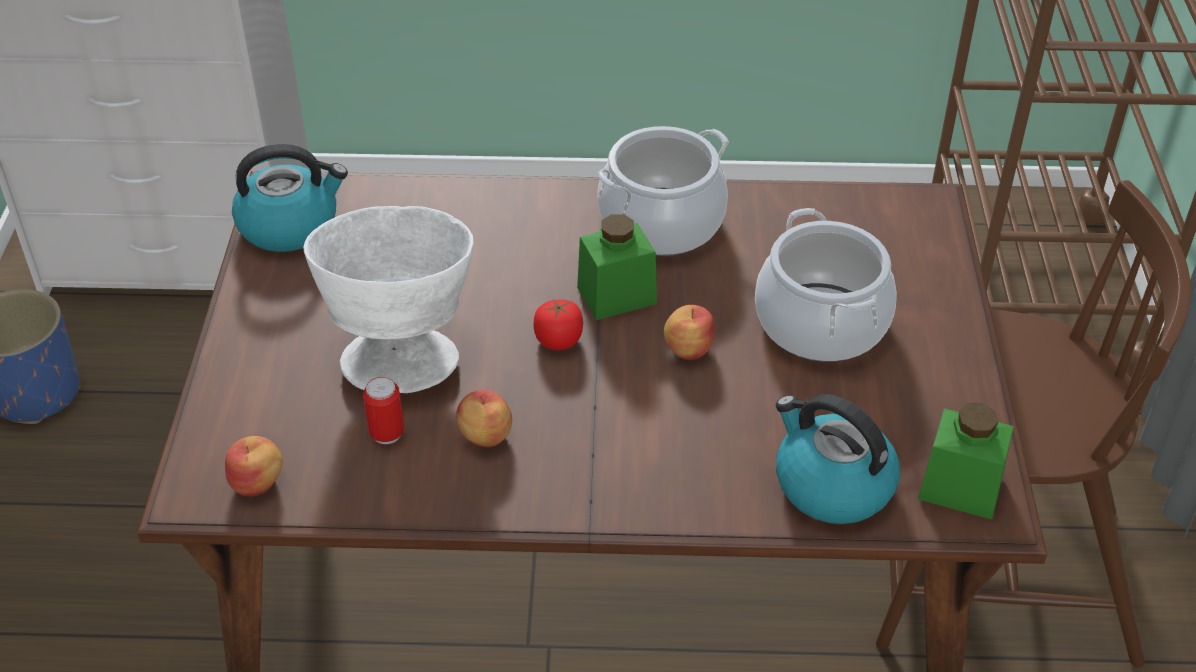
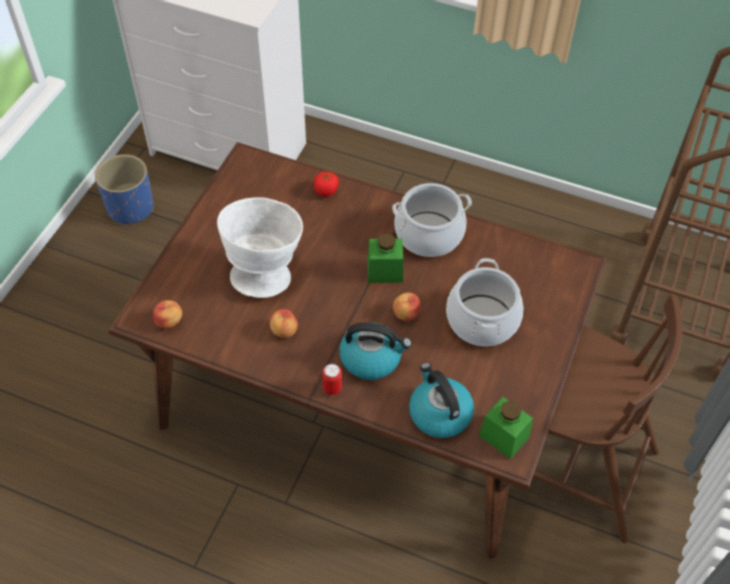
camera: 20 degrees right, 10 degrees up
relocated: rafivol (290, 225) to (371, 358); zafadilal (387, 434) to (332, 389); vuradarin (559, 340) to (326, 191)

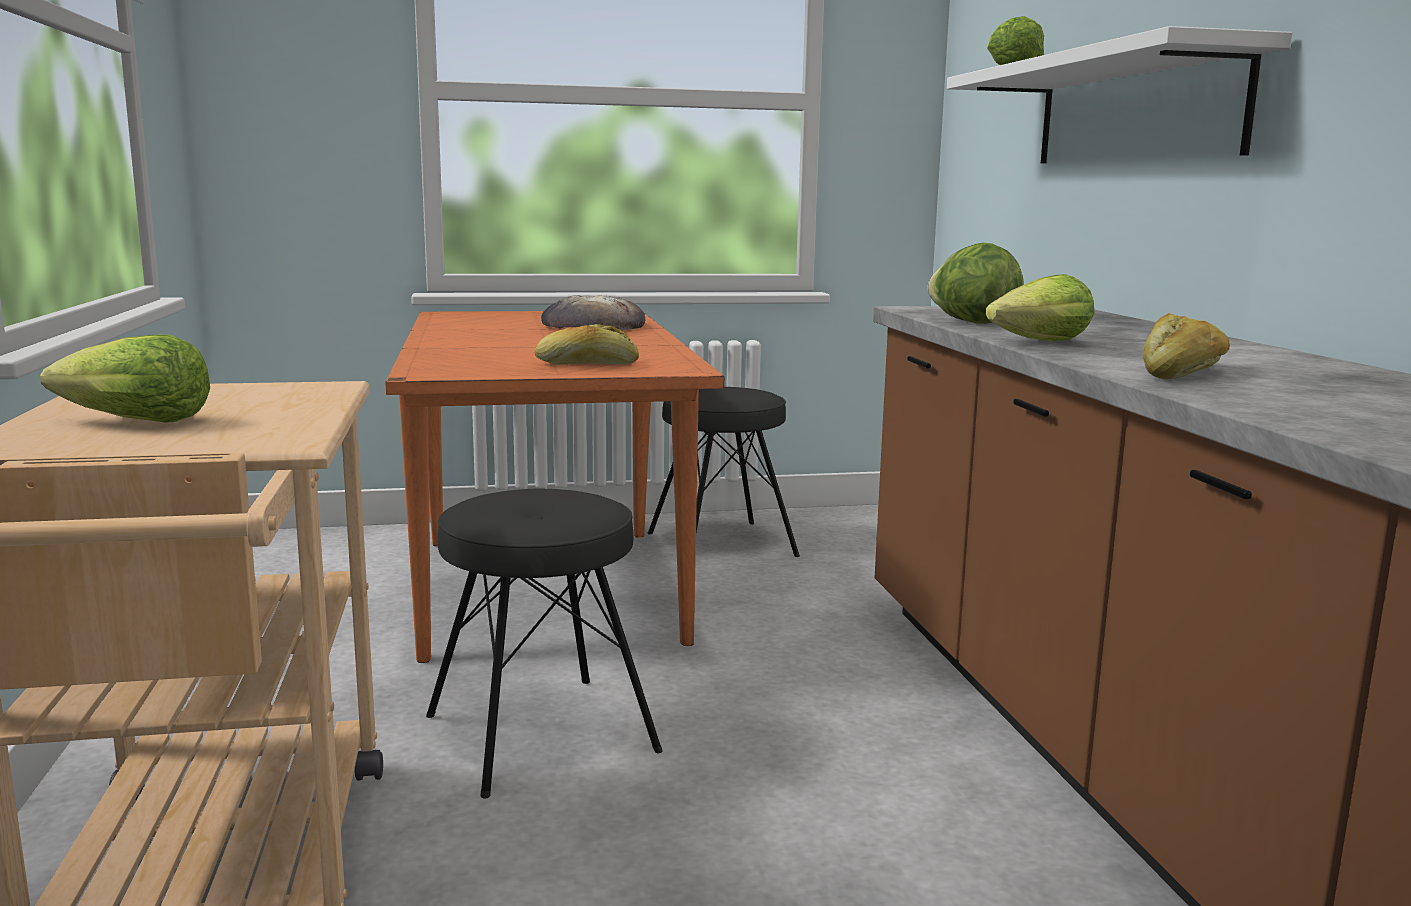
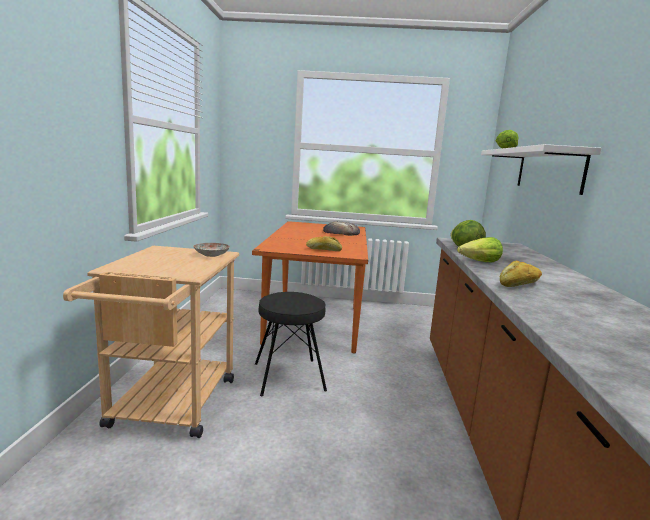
camera: 15 degrees right, 0 degrees up
missing: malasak (134, 422); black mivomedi (721, 545)
appeared: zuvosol (212, 255)

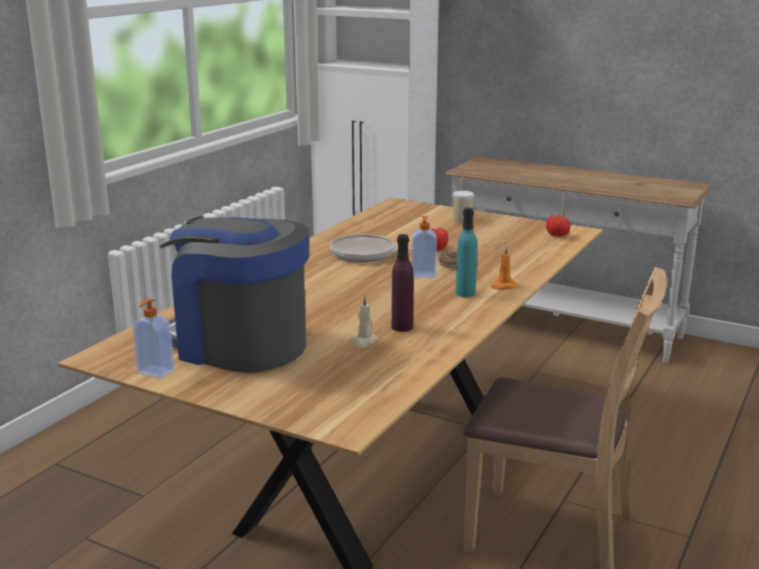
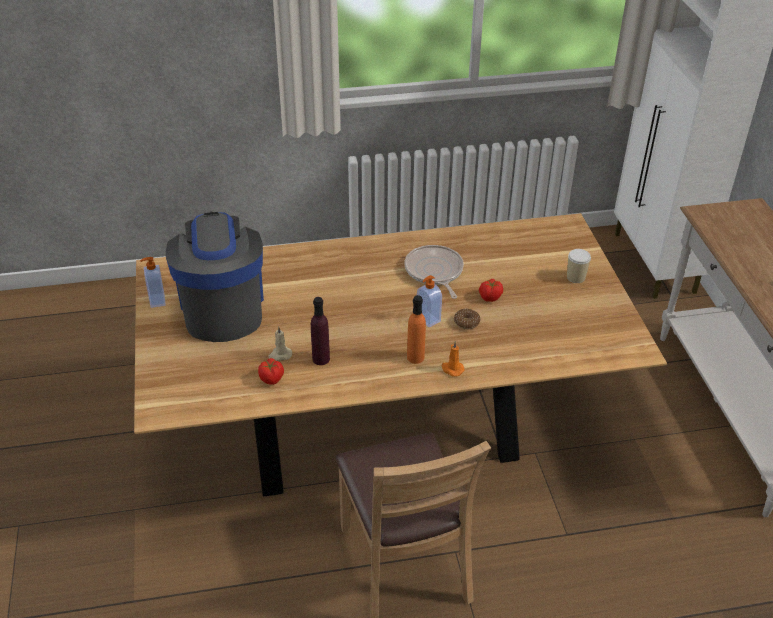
camera: 50 degrees right, 20 degrees up
relocated: vuradarin (557, 235) to (272, 379)
colour: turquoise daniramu (465, 293) to orange daniramu (415, 357)

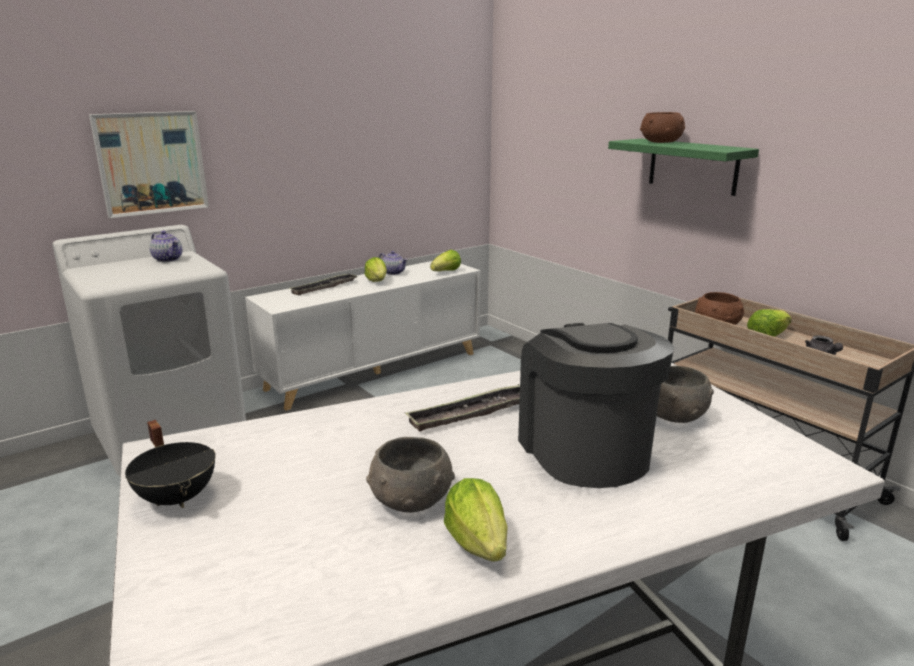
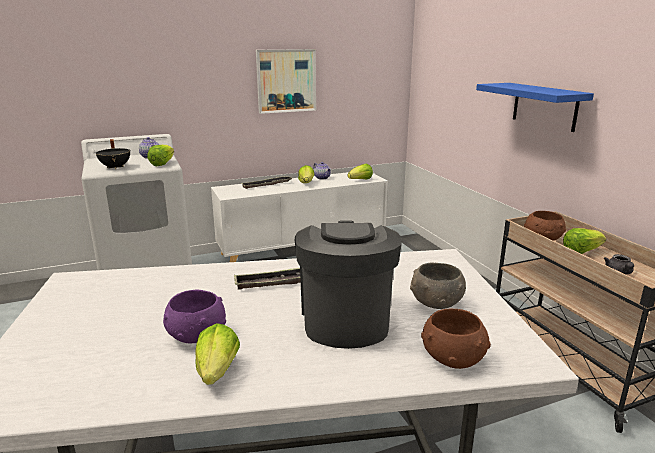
camera: 15 degrees right, 0 degrees up
appeared: malasak (162, 164)
relocated: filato (151, 163) to (286, 81); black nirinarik (178, 497) to (116, 167); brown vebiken (661, 142) to (453, 357)
colour: grey vebiken (410, 500) to purple vebiken (196, 335); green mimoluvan (693, 166) to blue mimoluvan (544, 106)

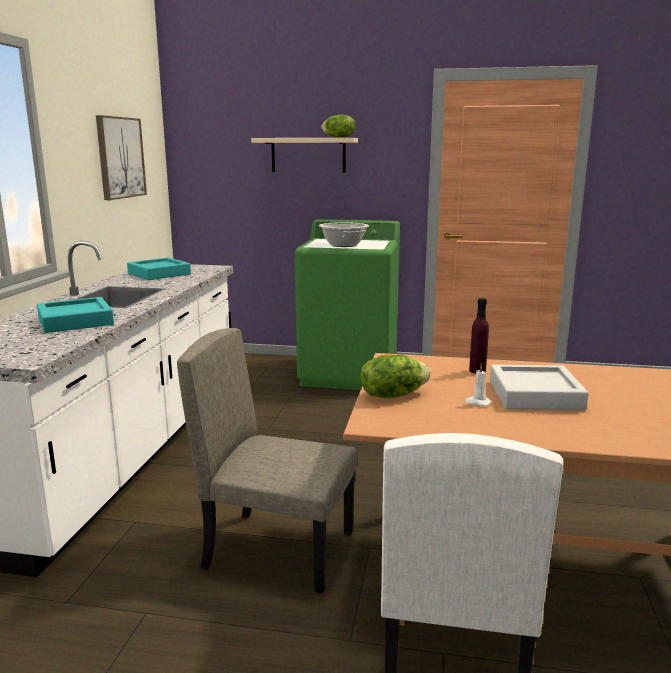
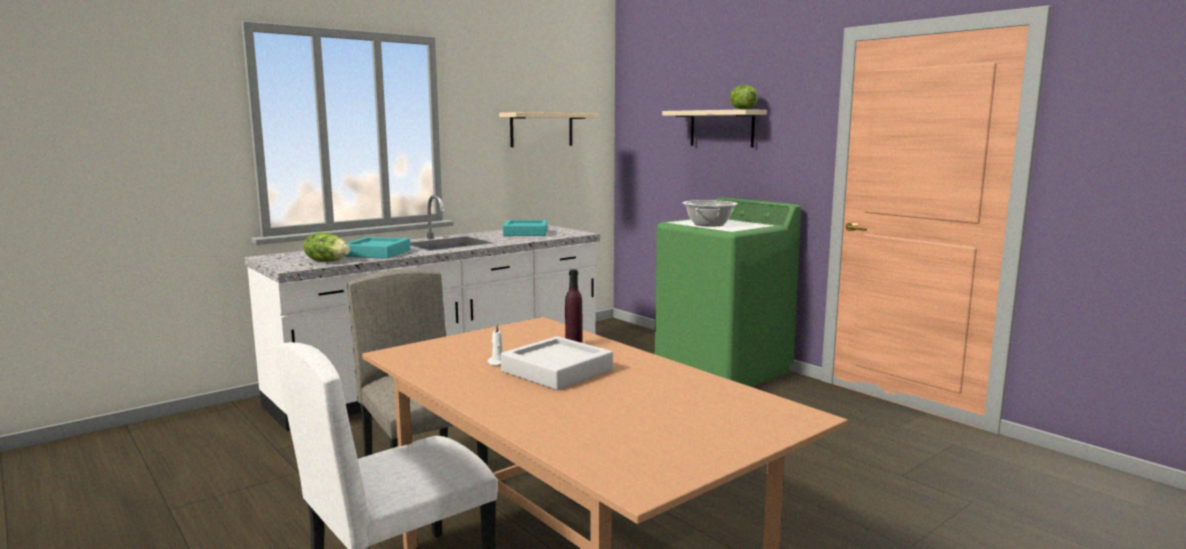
camera: 40 degrees right, 5 degrees down
relocated: malasak (392, 395) to (327, 261)
exchanged: filato (120, 157) to beige mimoluvan (541, 129)

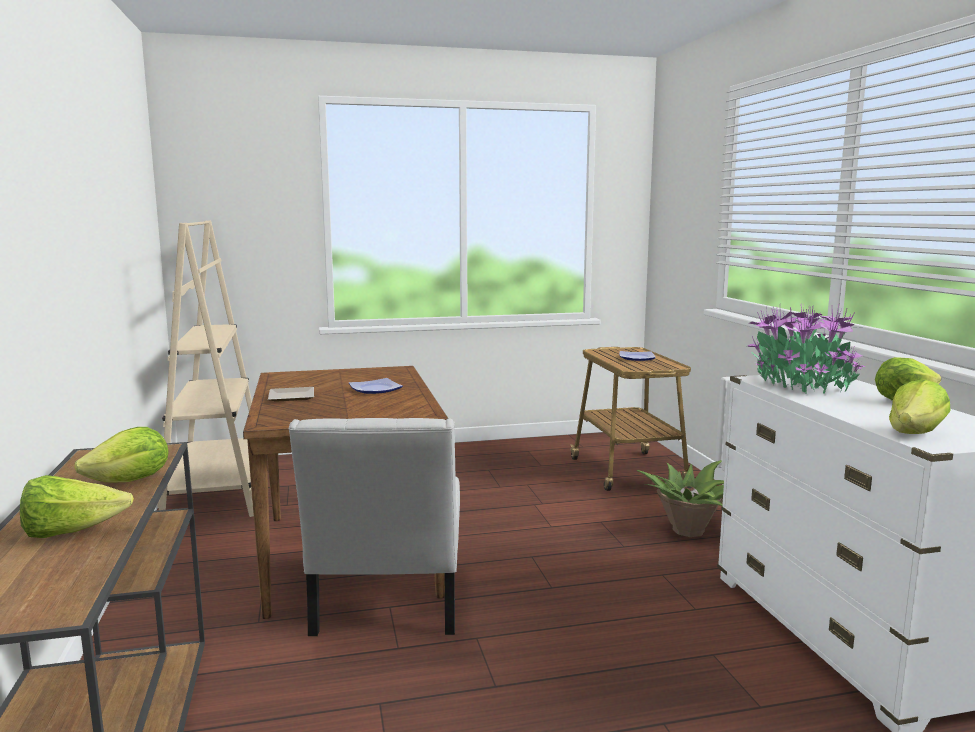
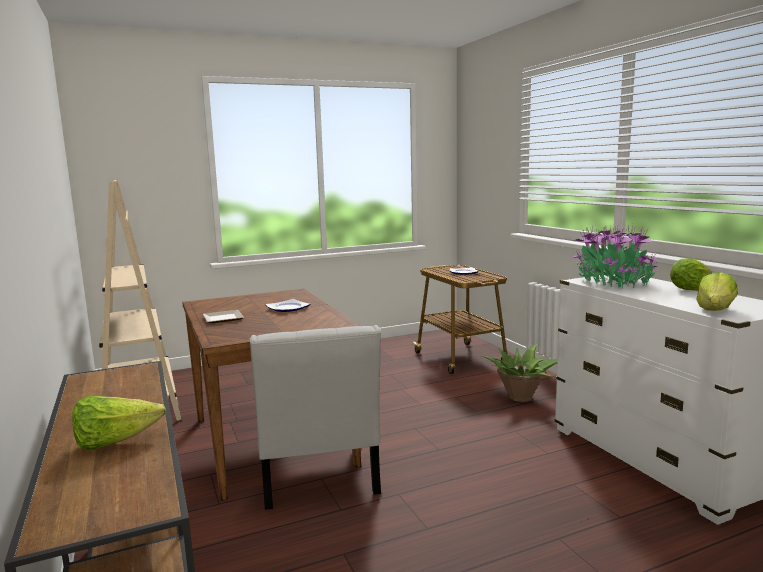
camera: 10 degrees left, 0 degrees up
missing: malasak (131, 481)

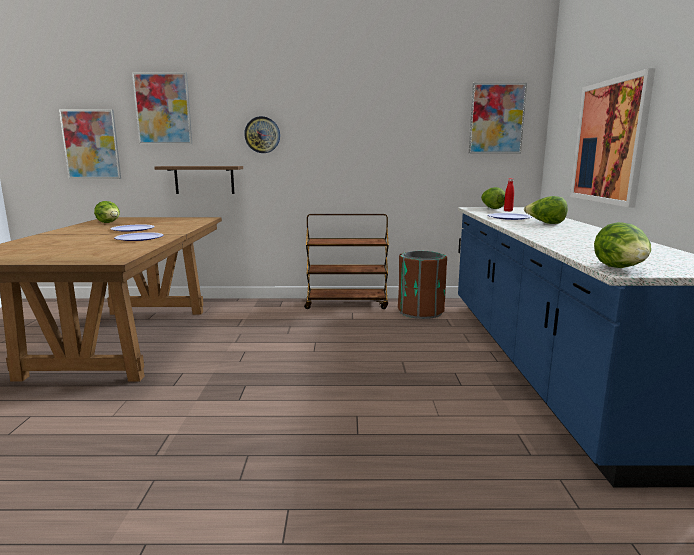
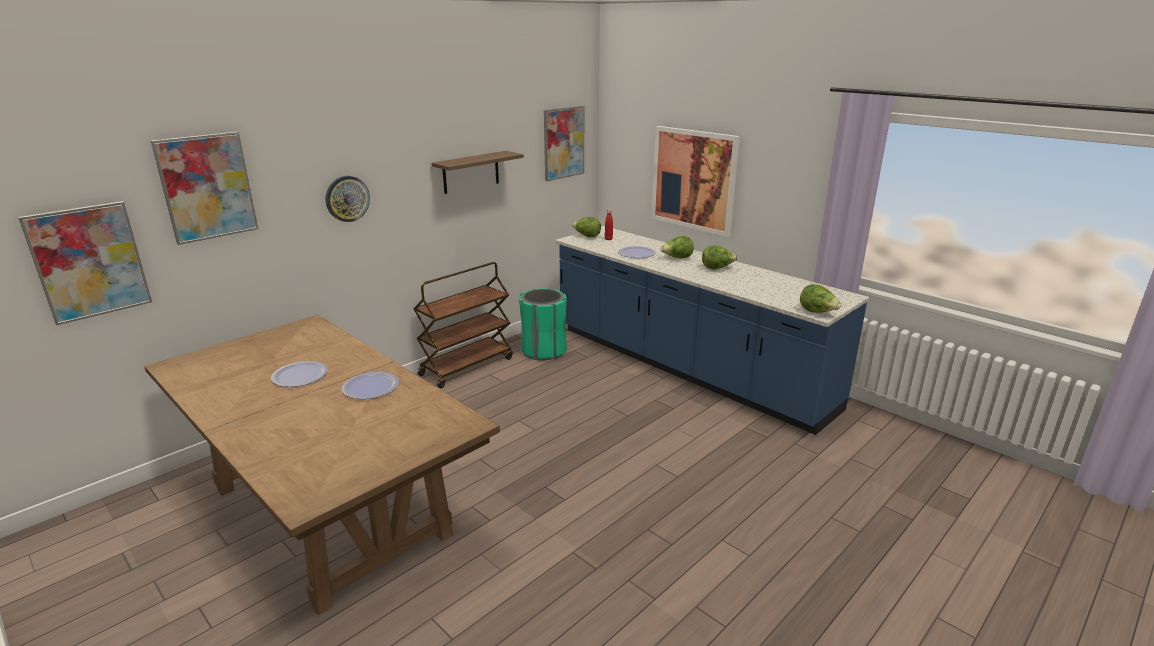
camera: 45 degrees left, 10 degrees up
relocated: malasak (109, 223) to (717, 268); mimoluvan (204, 180) to (471, 172)
colour: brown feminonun (421, 312) to green feminonun (544, 350)

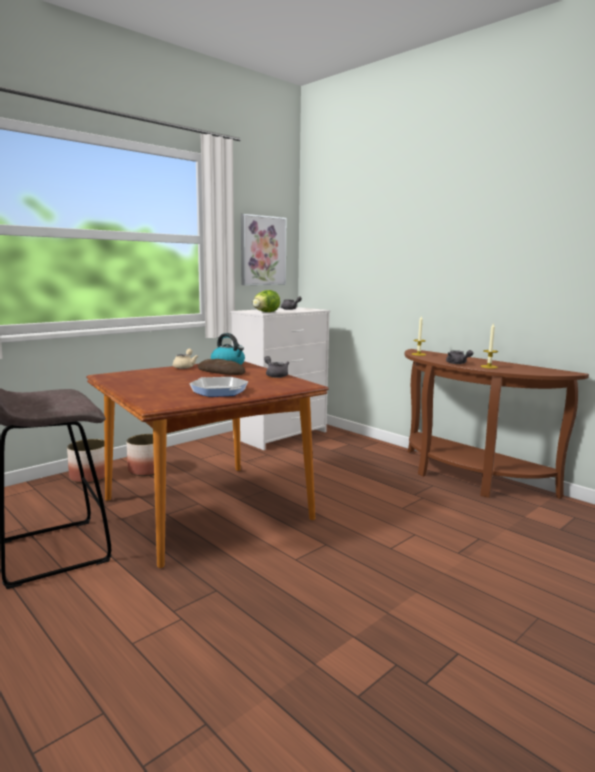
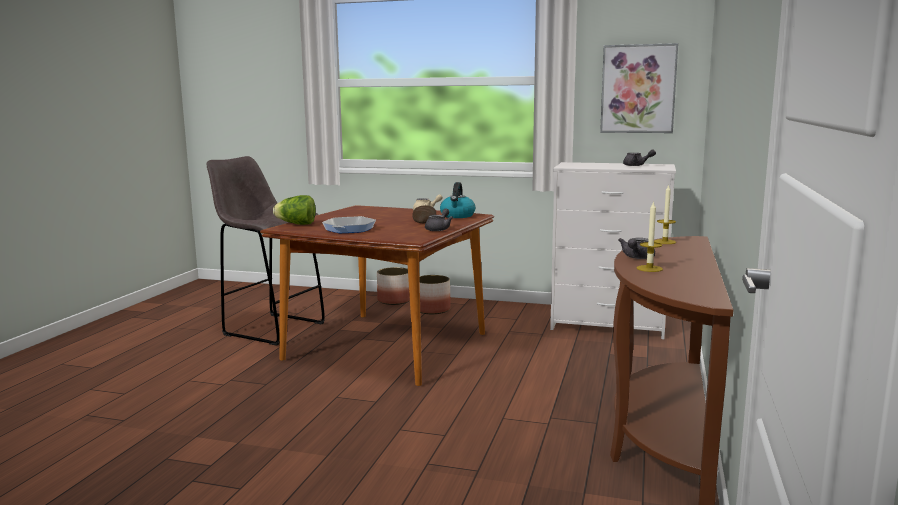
camera: 60 degrees right, 0 degrees up
relocated: malasak (265, 312) to (296, 224)

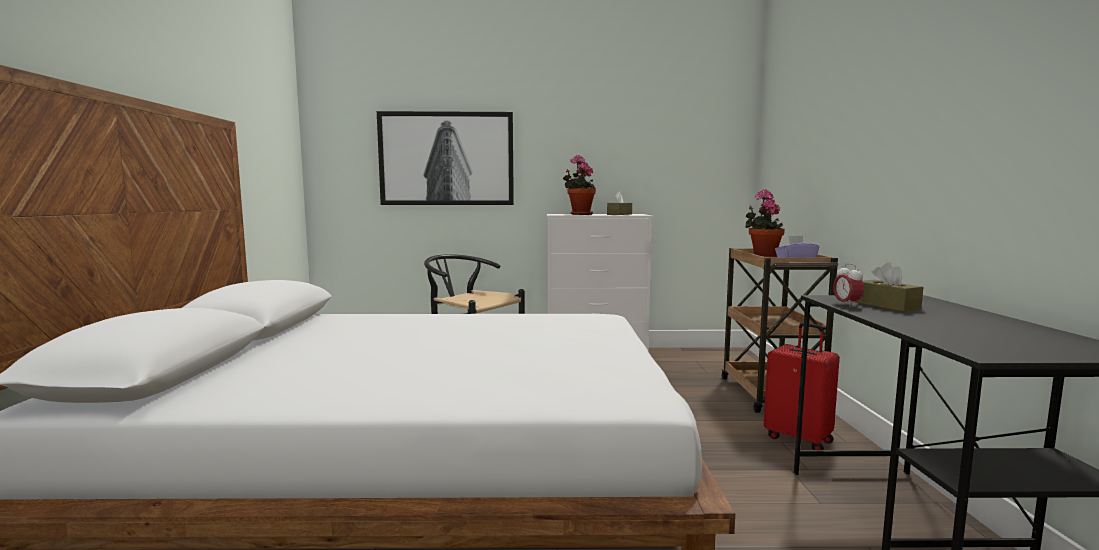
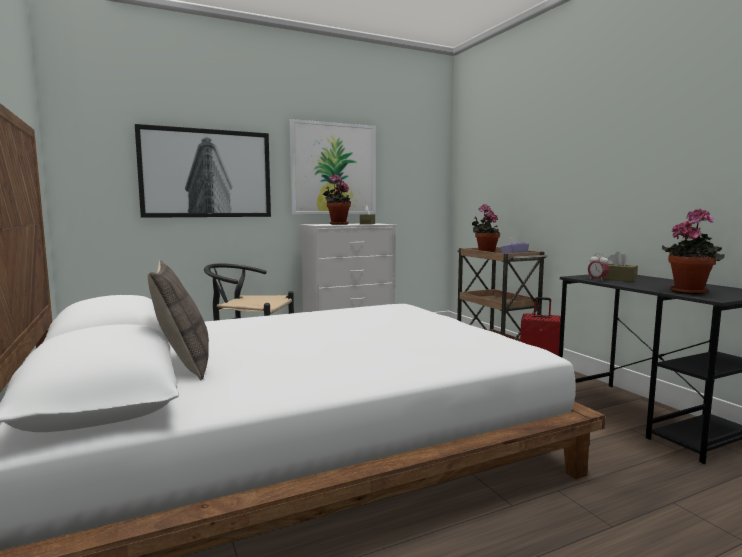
camera: 25 degrees left, 0 degrees up
appeared: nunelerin (183, 364); filato (333, 169); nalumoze (689, 291)

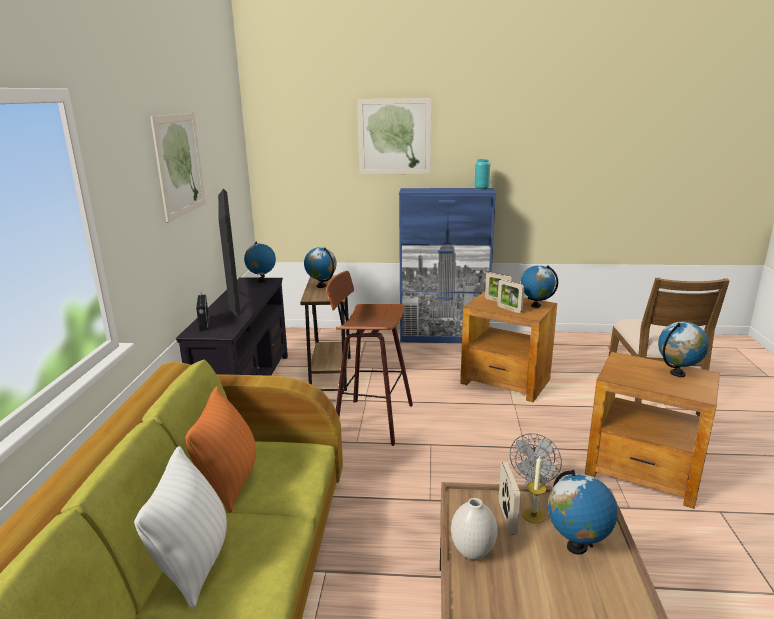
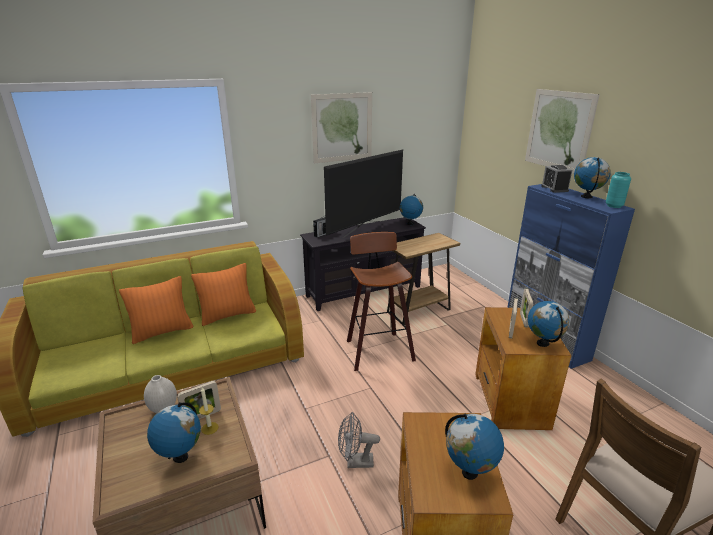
camera: 60 degrees right, 5 degrees up
appeared: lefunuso (554, 189)
relocated: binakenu (321, 286) to (586, 197)
colour: white nunelerin (194, 563) to orange nunelerin (162, 332)

